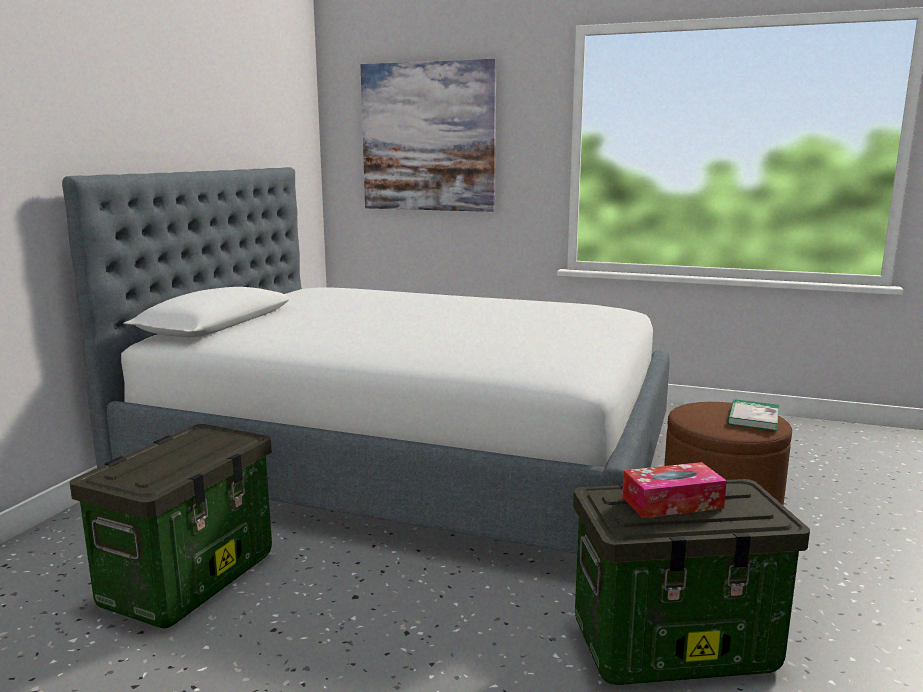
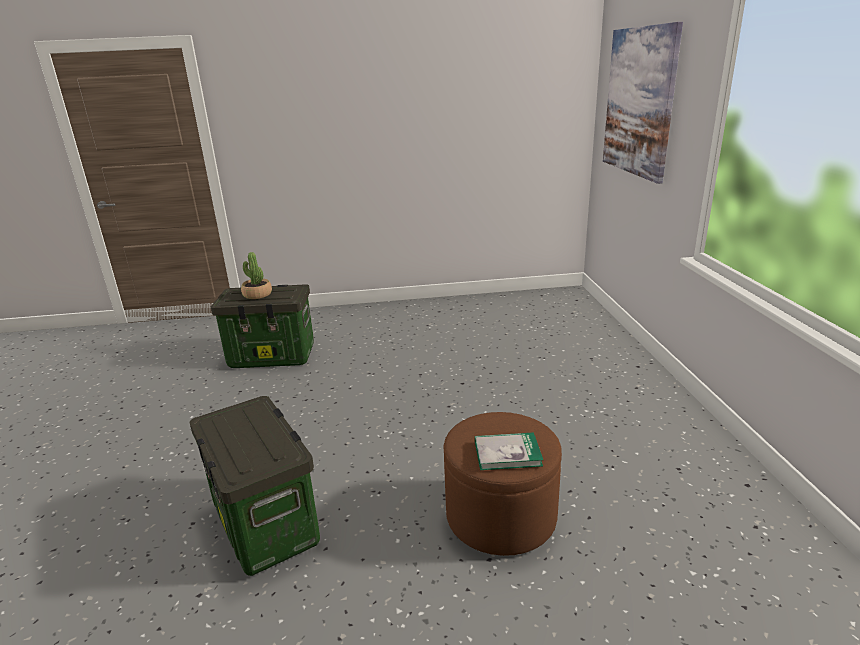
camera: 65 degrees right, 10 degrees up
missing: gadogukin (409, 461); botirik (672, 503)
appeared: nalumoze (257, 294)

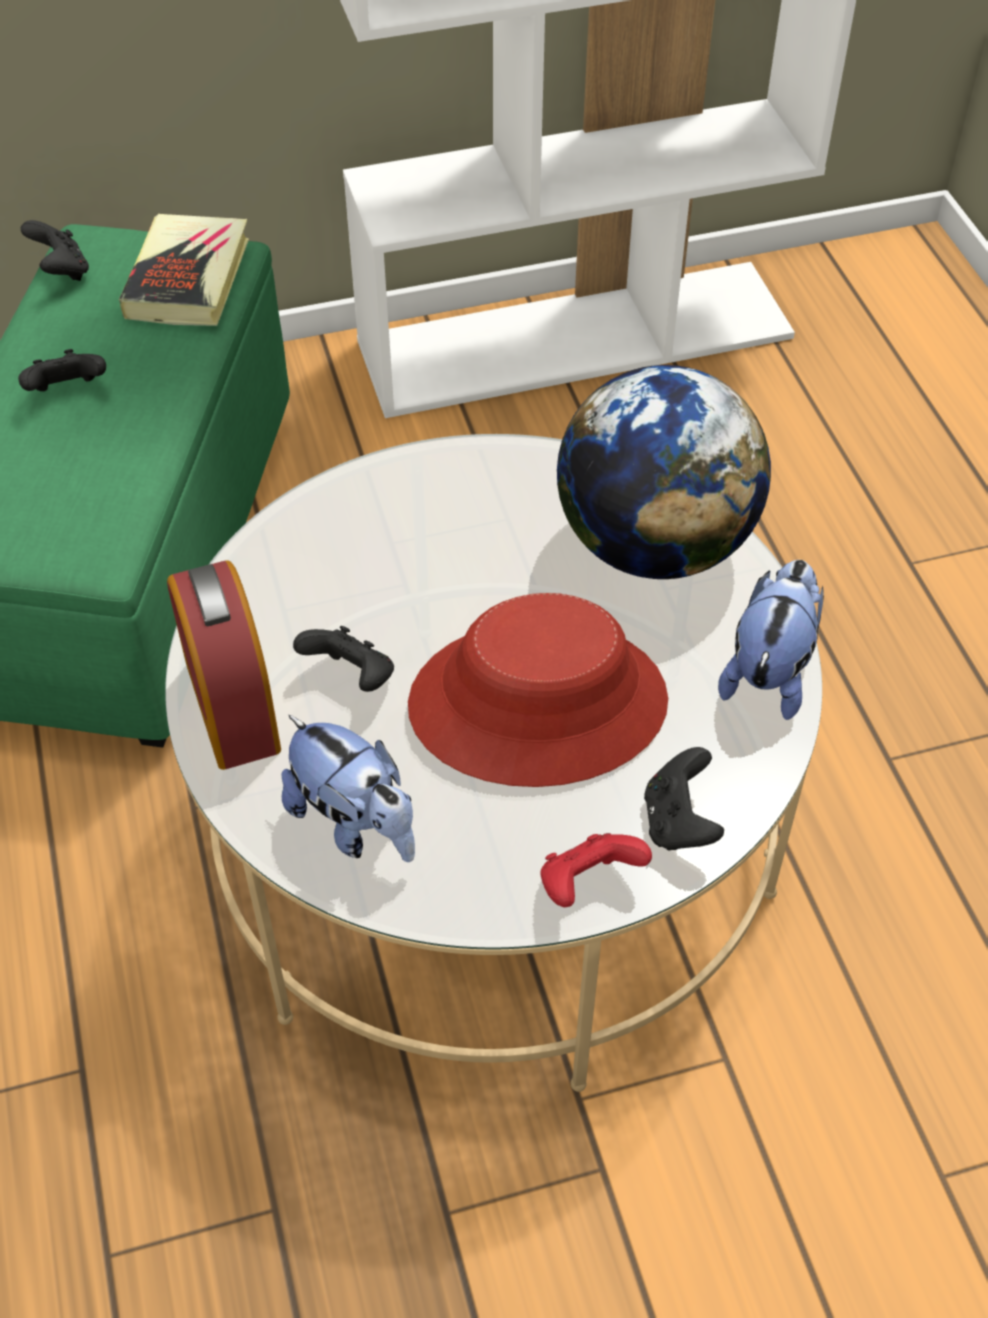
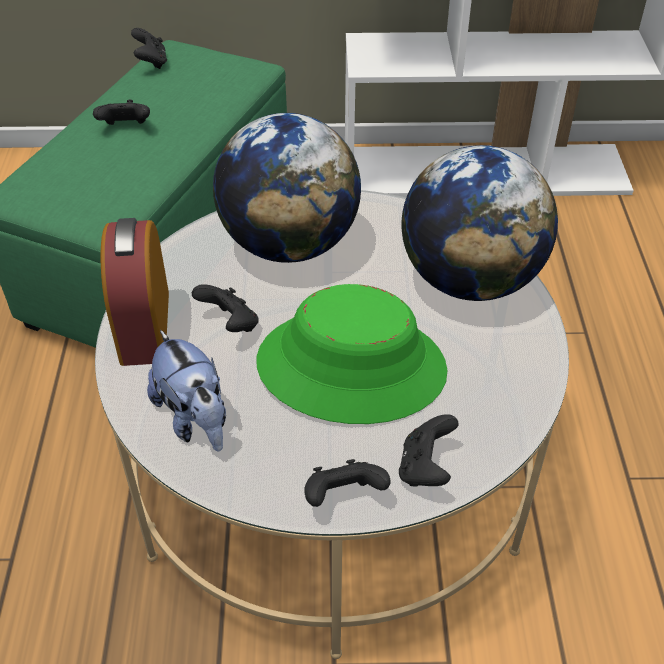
camera: 15 degrees right, 5 degrees down
missing: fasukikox (188, 279); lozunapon (769, 671)
appeared: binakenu (290, 244)
colour: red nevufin (538, 703) to green nevufin (351, 366); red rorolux (587, 884) to black rorolux (343, 497)

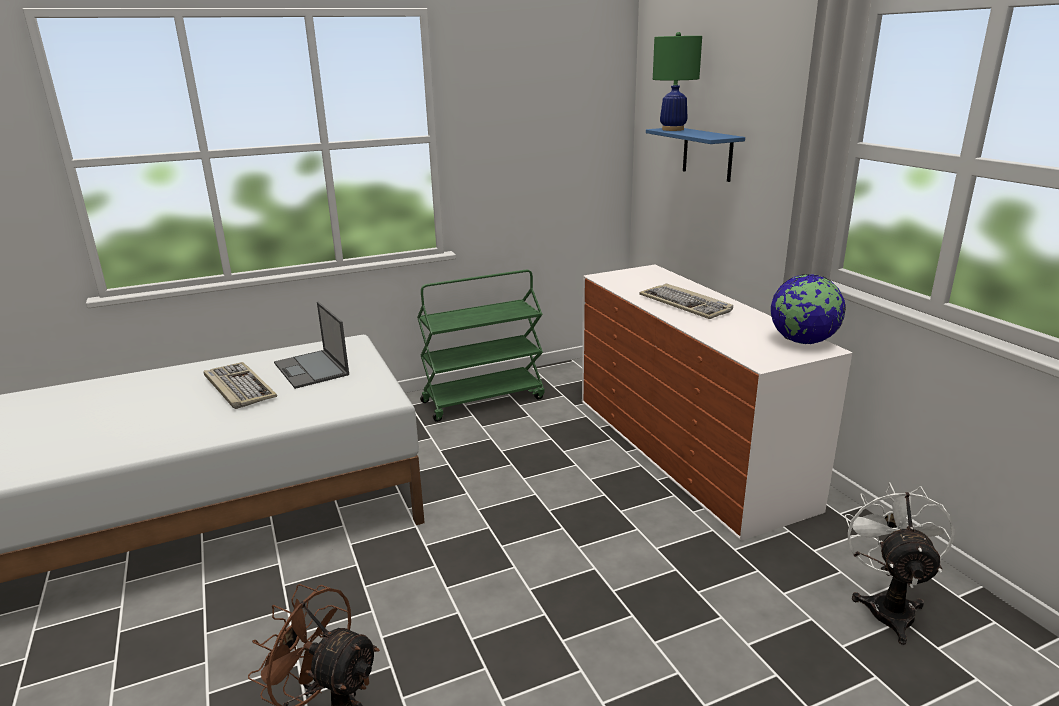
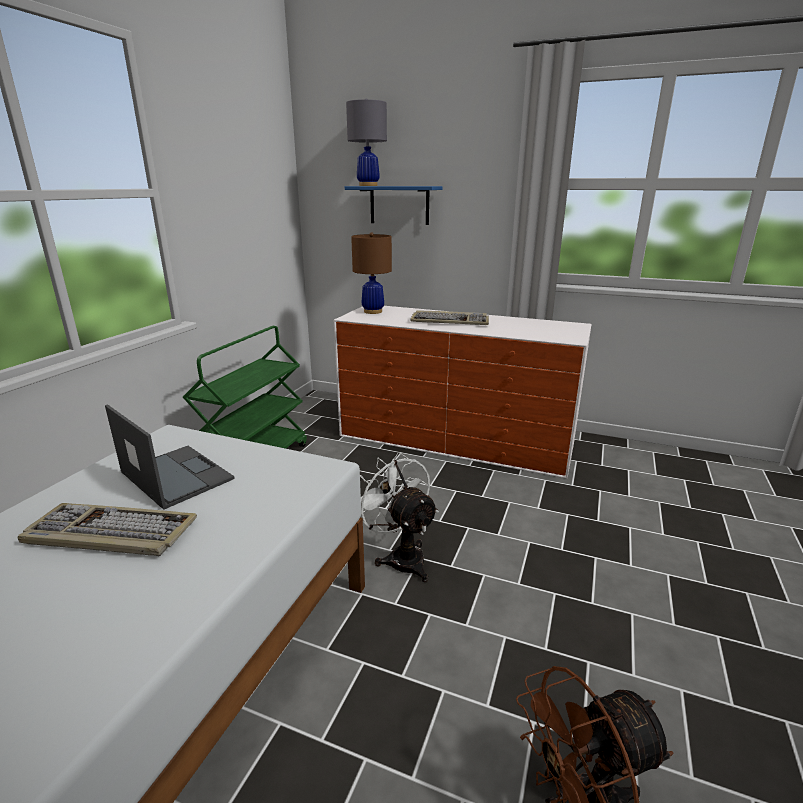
camera: 45 degrees left, 0 degrees up
missing: binakenu (802, 342)
appeared: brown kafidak (373, 311)
relocated: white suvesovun (888, 606) to (401, 557)
colour: green kafidak (672, 129) to grey kafidak (368, 185)
spun: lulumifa (312, 369) = (175, 475) 150 degrees counterclockwise

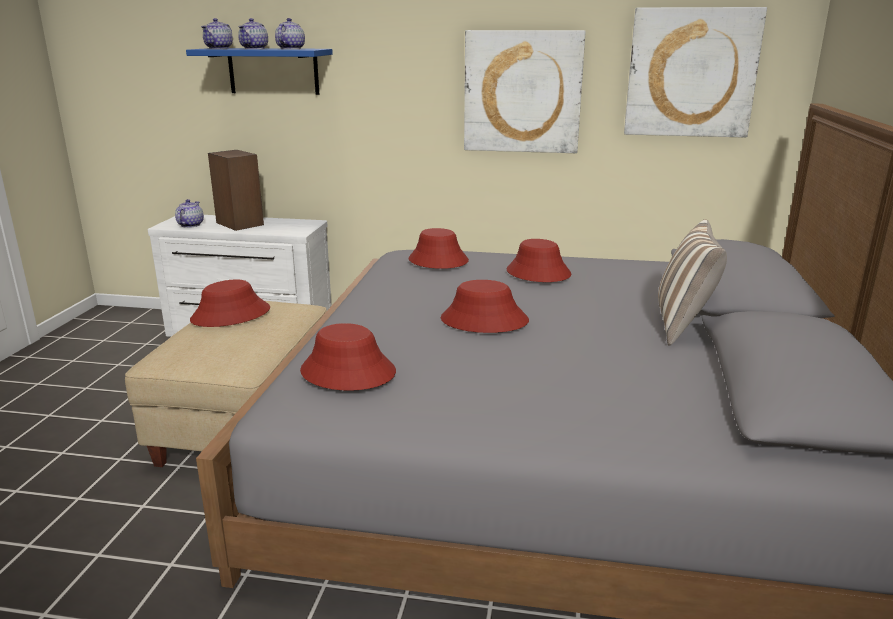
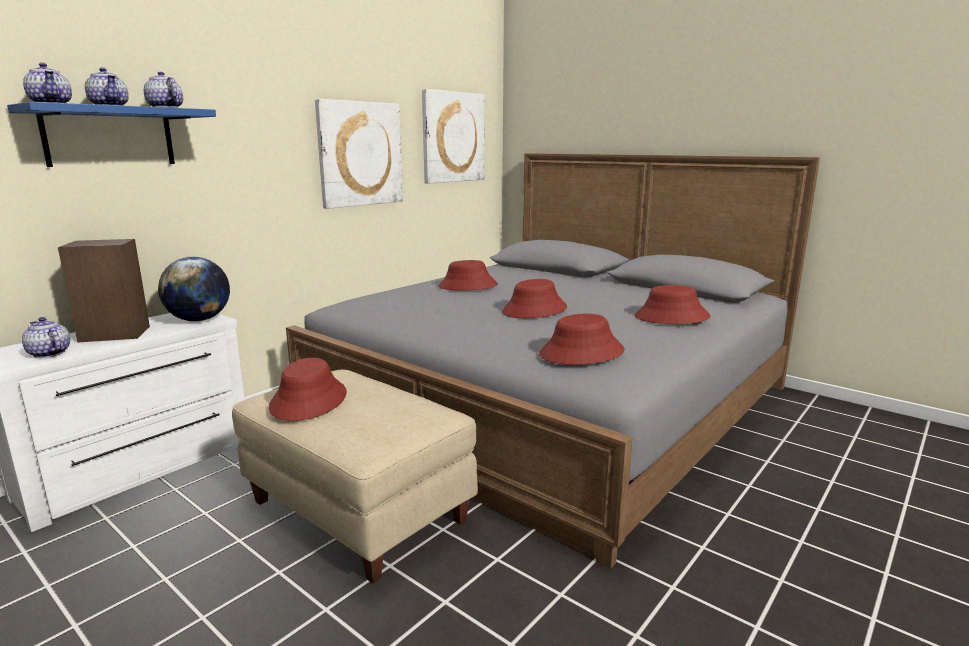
camera: 60 degrees left, 5 degrees down
missing: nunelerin (683, 326)
appeared: binakenu (199, 320)
relocated: red nevufin (438, 260) to (671, 317)

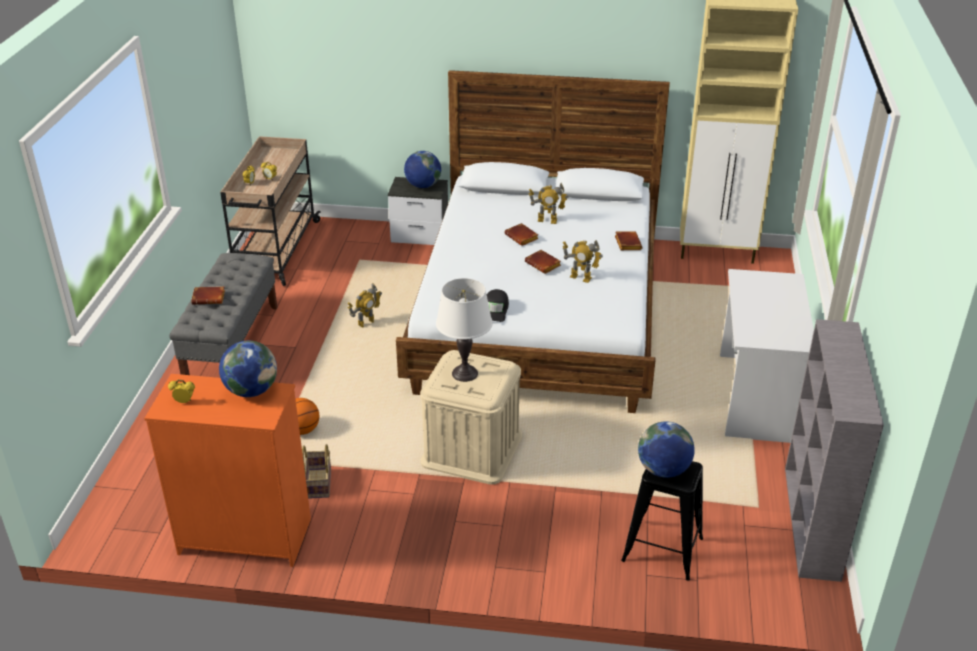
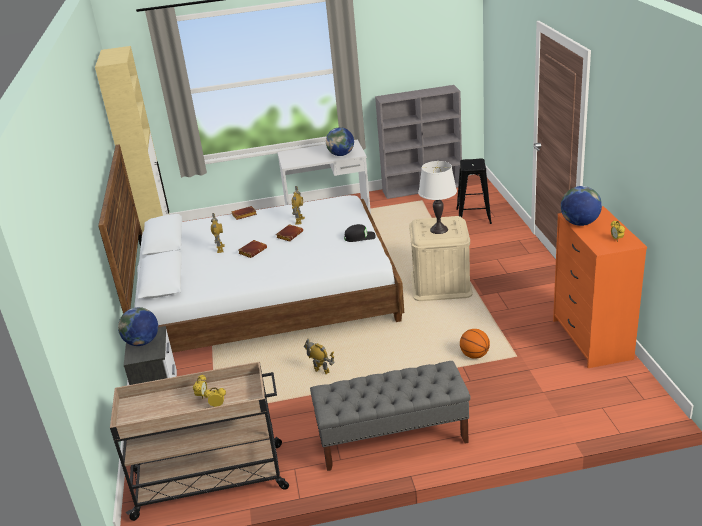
camera: 105 degrees left, 5 degrees down
missing: brown fasukikox (209, 298); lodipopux (318, 483)
relocated: binakenu (663, 470) to (341, 154)

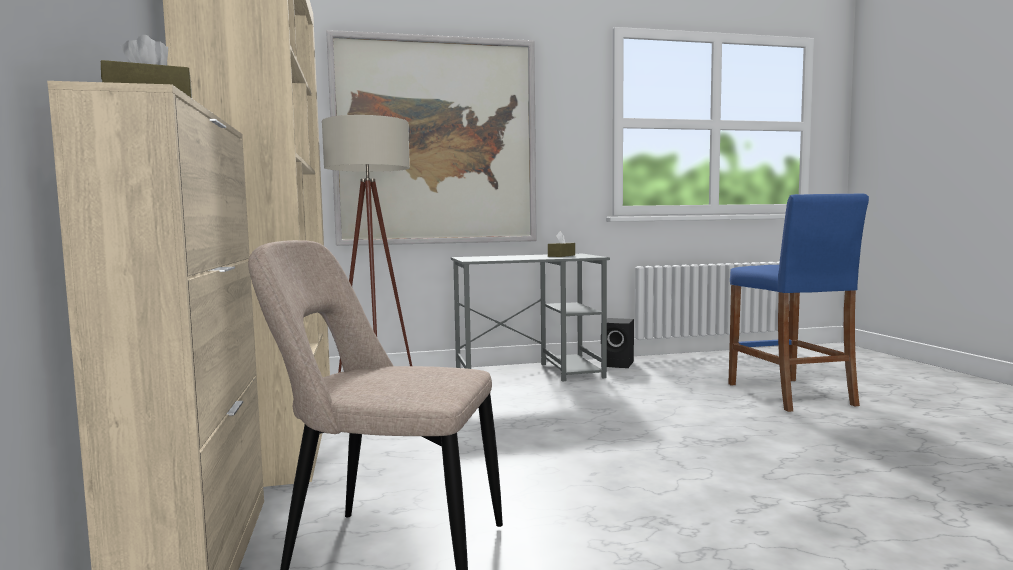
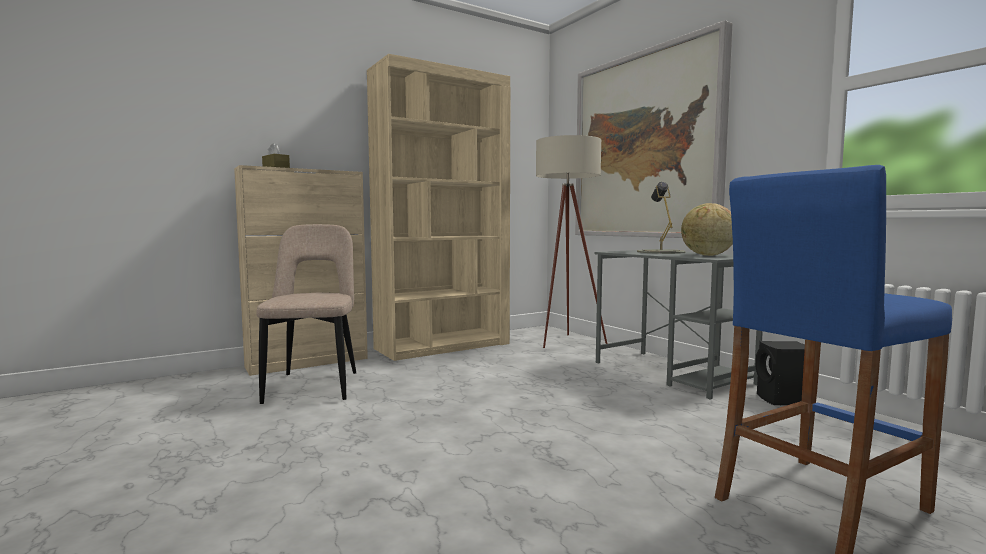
camera: 70 degrees right, 0 degrees up
appeared: grey kafidak (660, 252)
exchanged: brown botirik (561, 256) to binakenu (707, 255)

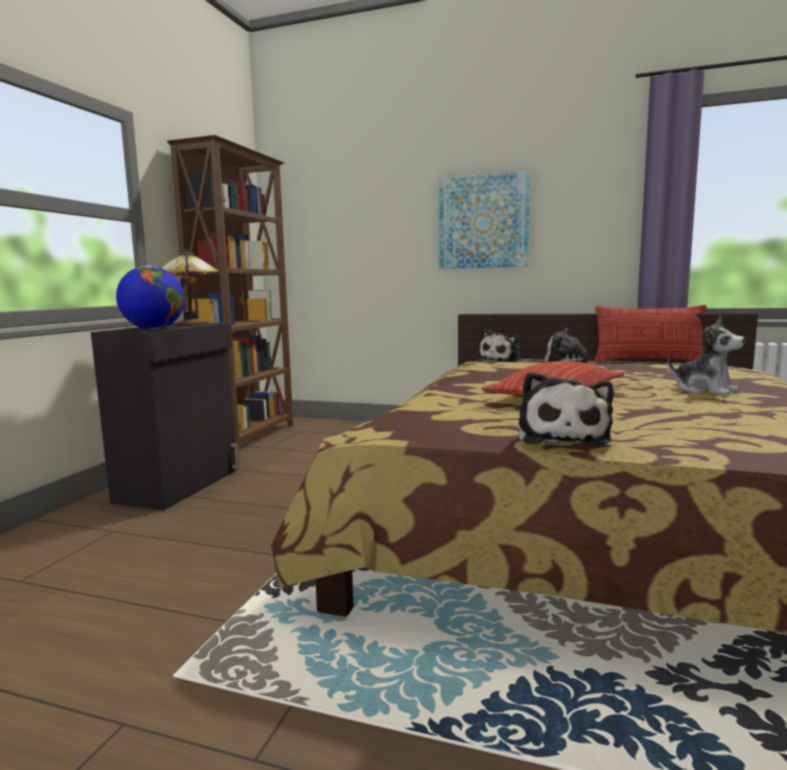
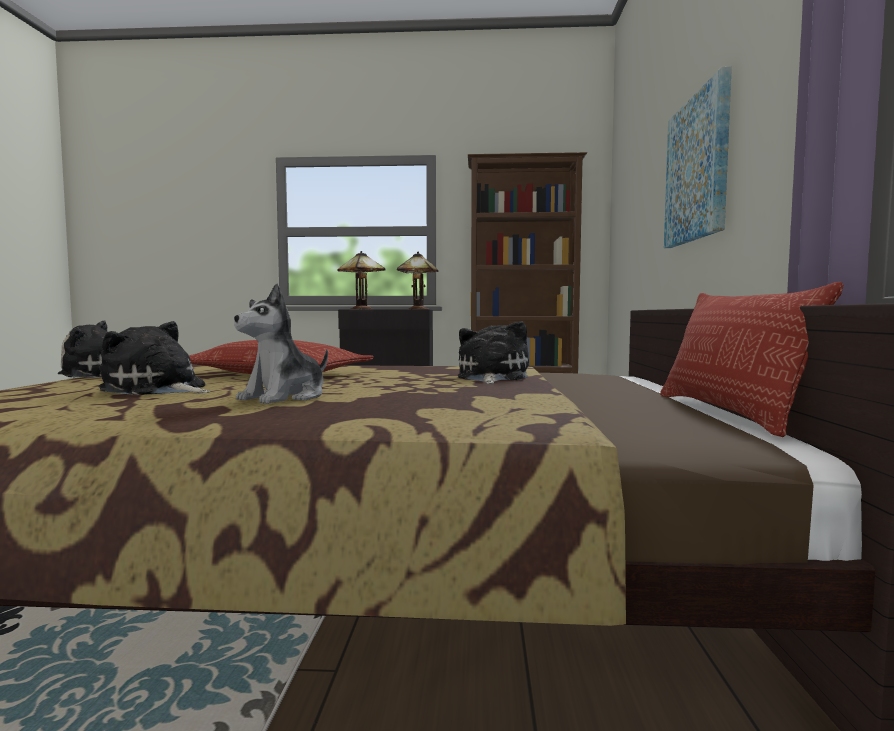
camera: 75 degrees right, 5 degrees down
relocated: lozunapon (502, 361) to (157, 390)
exchanged: binakenu (154, 329) to kafidak (363, 309)

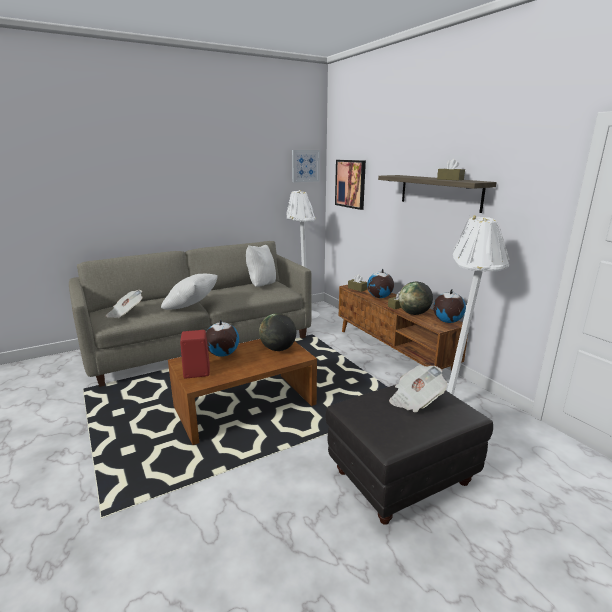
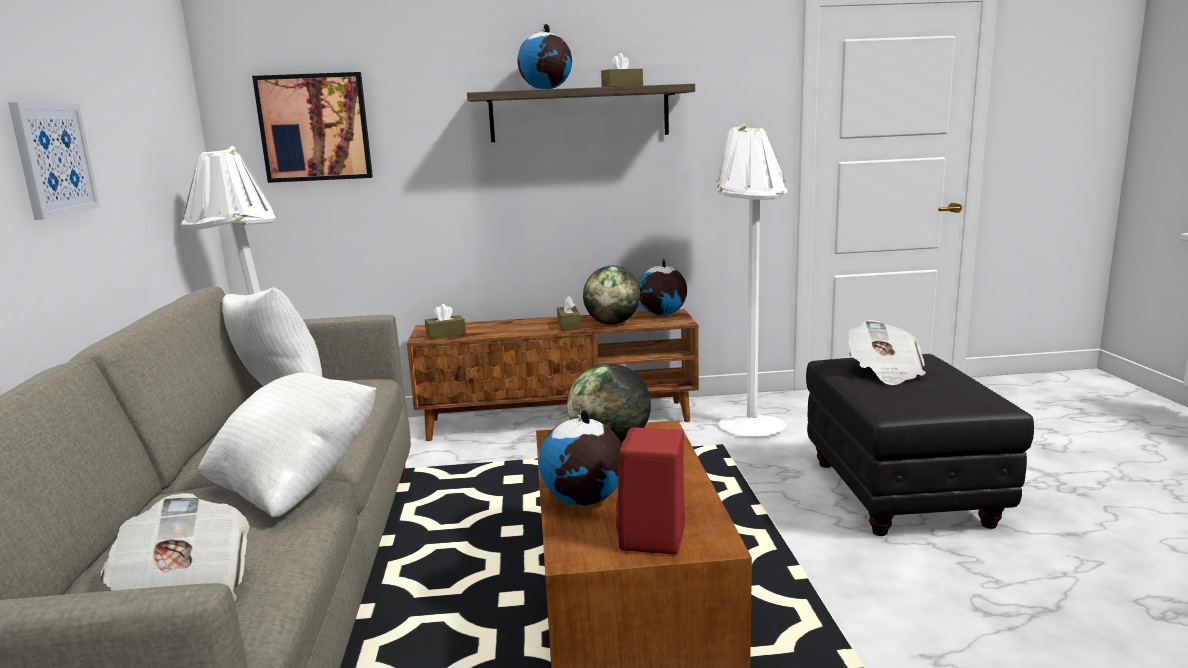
camera: 65 degrees left, 5 degrees down
relocated: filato (305, 166) to (53, 159); binakenu (379, 297) to (546, 89)

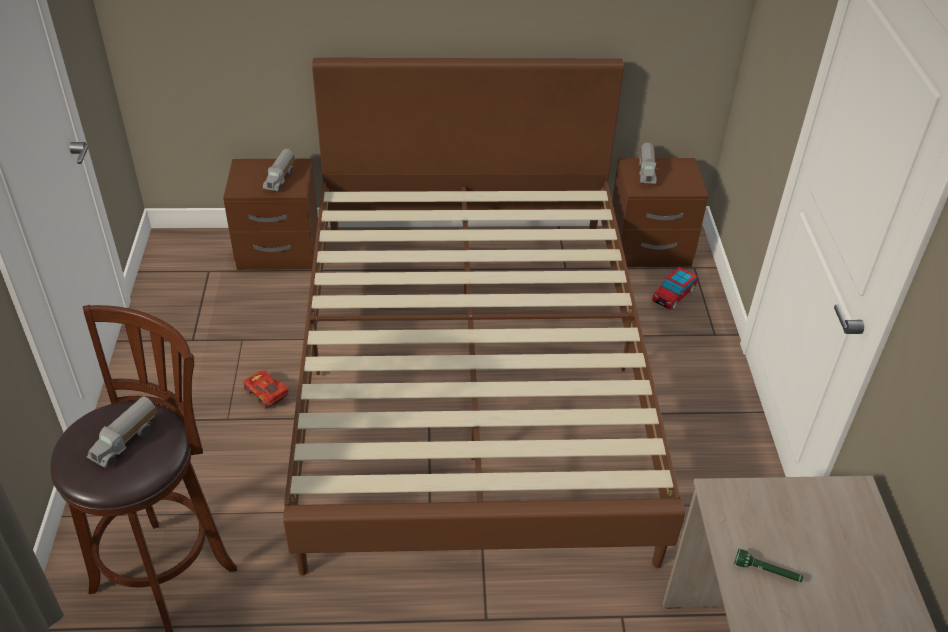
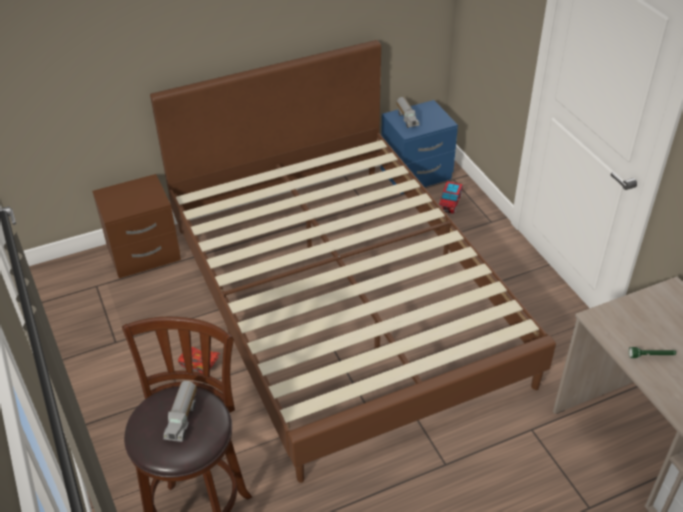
camera: 20 degrees left, 0 degrees up
missing: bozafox (280, 179)
colour: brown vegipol (649, 249) to blue vegipol (416, 175)

